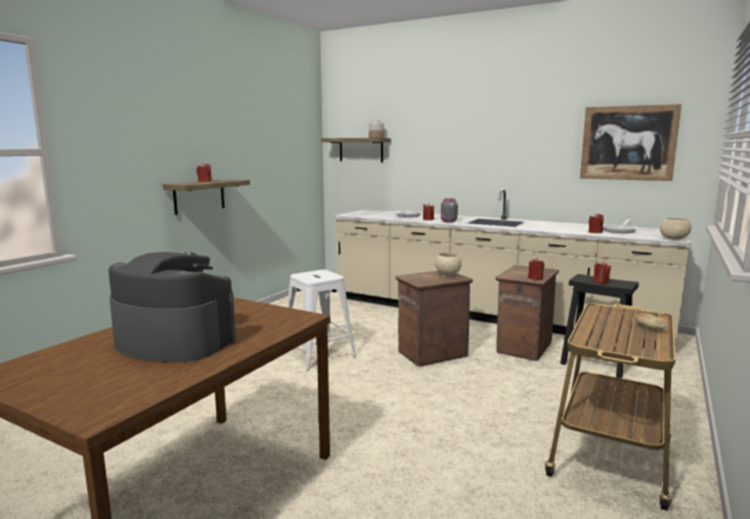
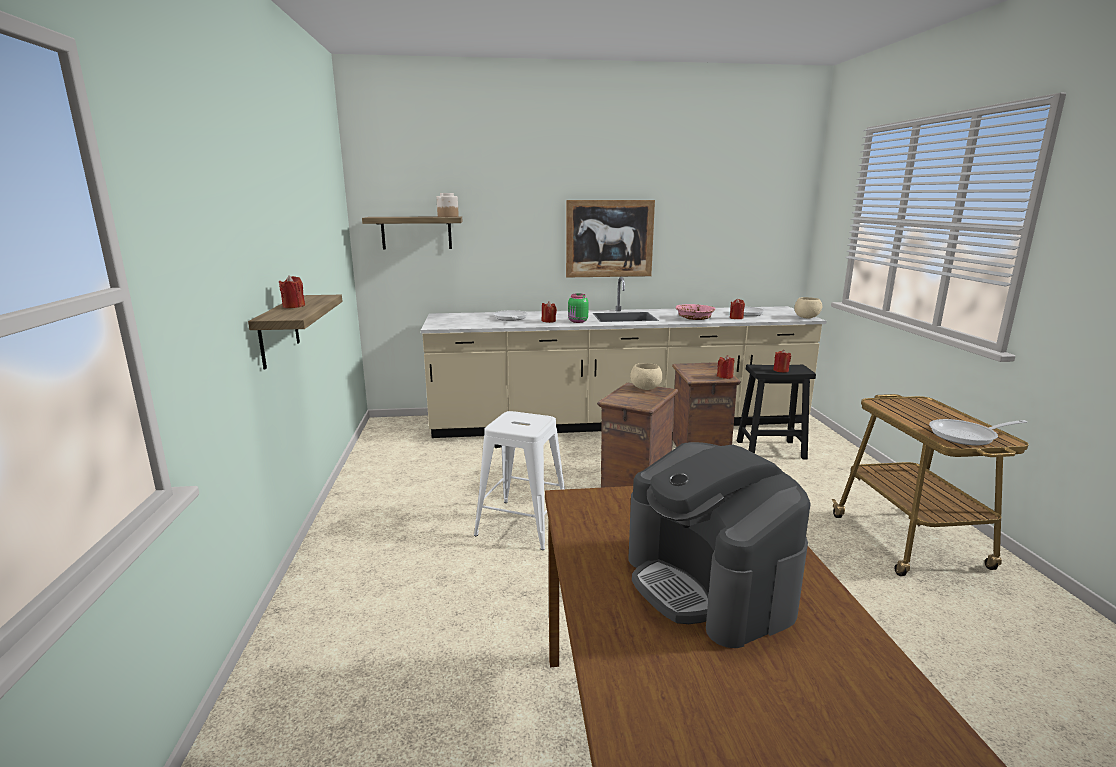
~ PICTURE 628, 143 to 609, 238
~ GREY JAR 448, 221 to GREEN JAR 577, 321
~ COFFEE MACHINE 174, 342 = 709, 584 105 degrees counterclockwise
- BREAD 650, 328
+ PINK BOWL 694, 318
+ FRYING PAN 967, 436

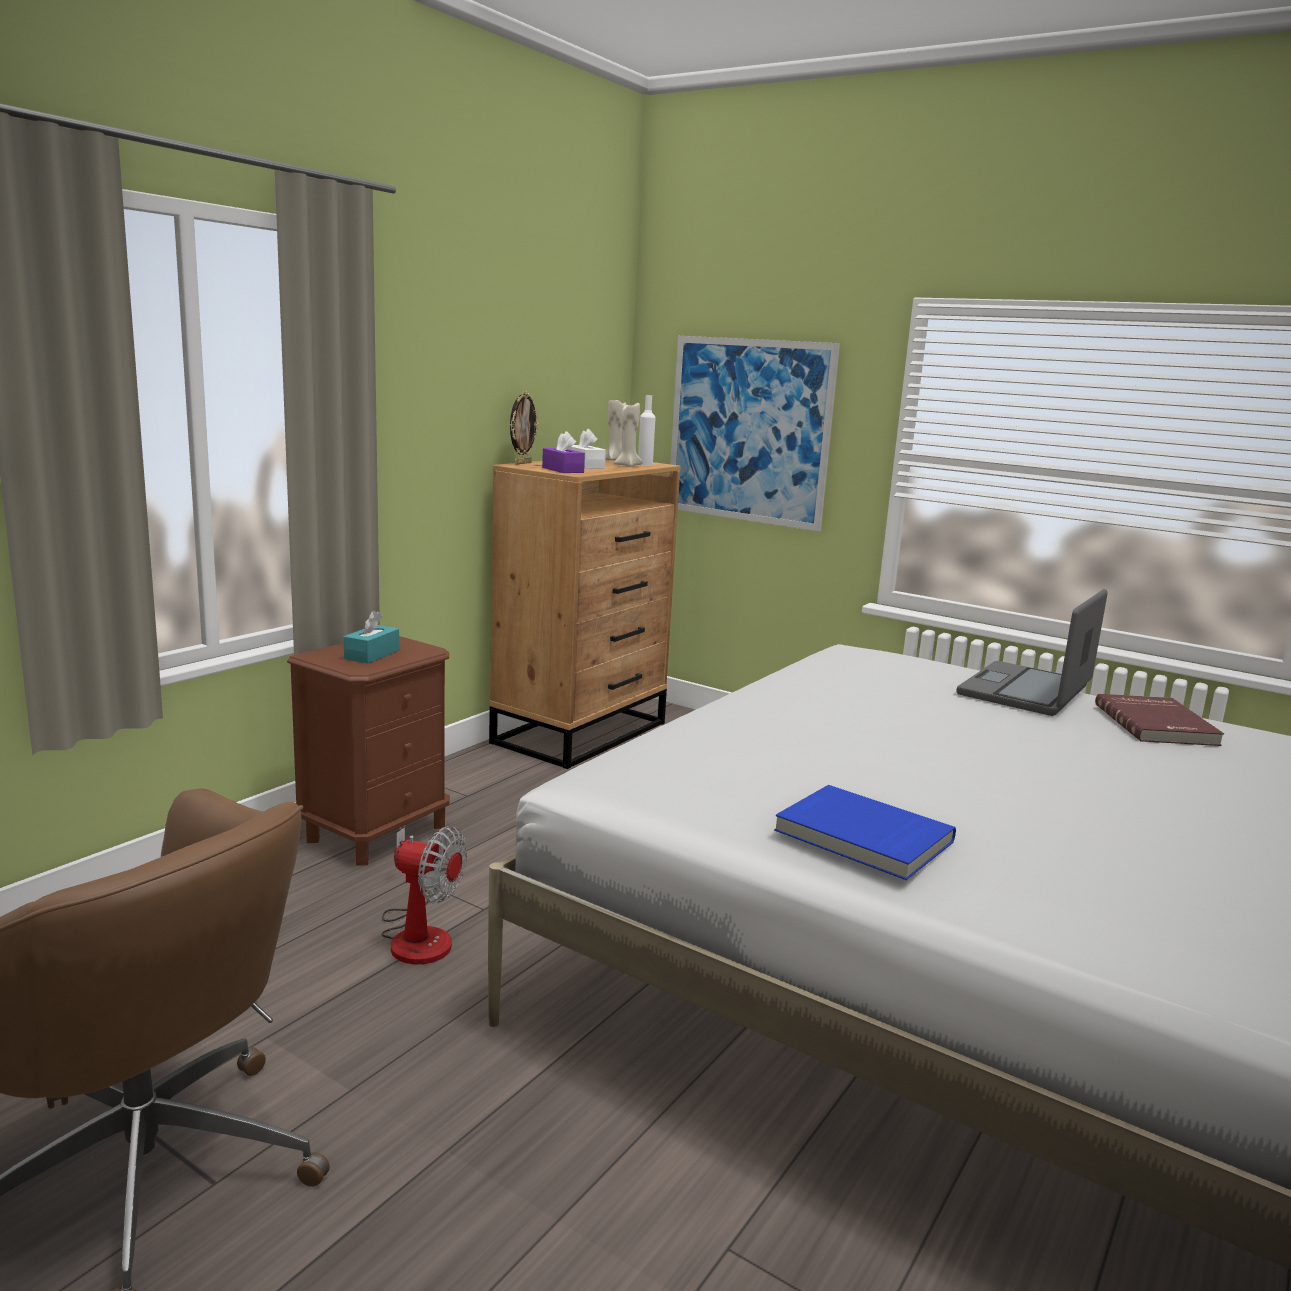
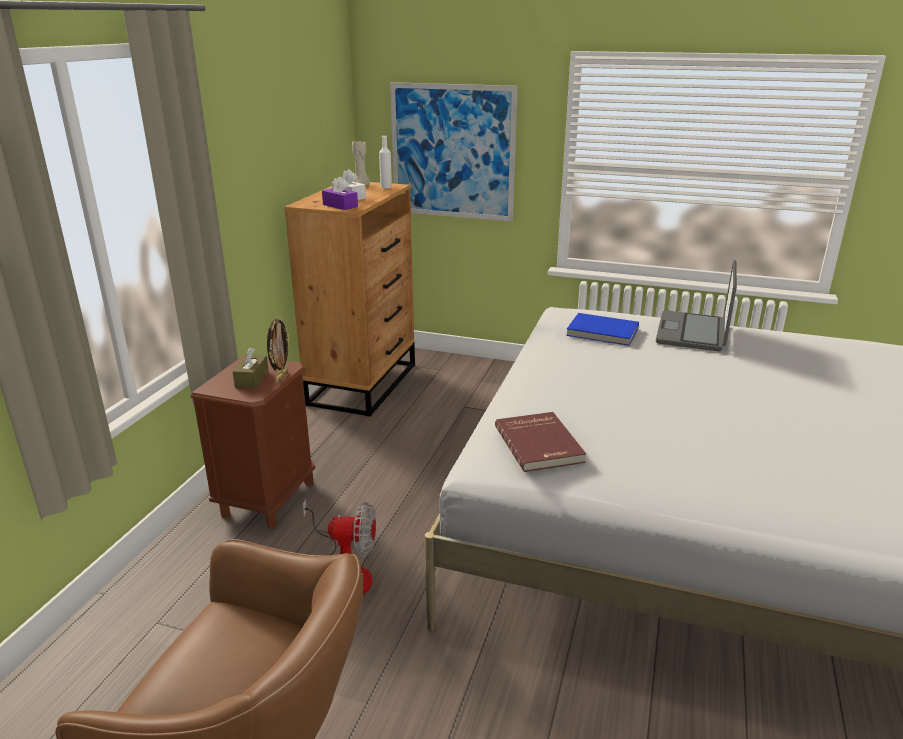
~ PICTURE FRAME 522, 463 to 281, 377
- BEIGE CANDLE 627, 466
~ TURQUOISE TISSUE BOX 372, 654 to BROWN TISSUE BOX 252, 379
~ RED BOOK 1157, 724 to 540, 444
~ BLUE BOOK 862, 837 to 602, 332

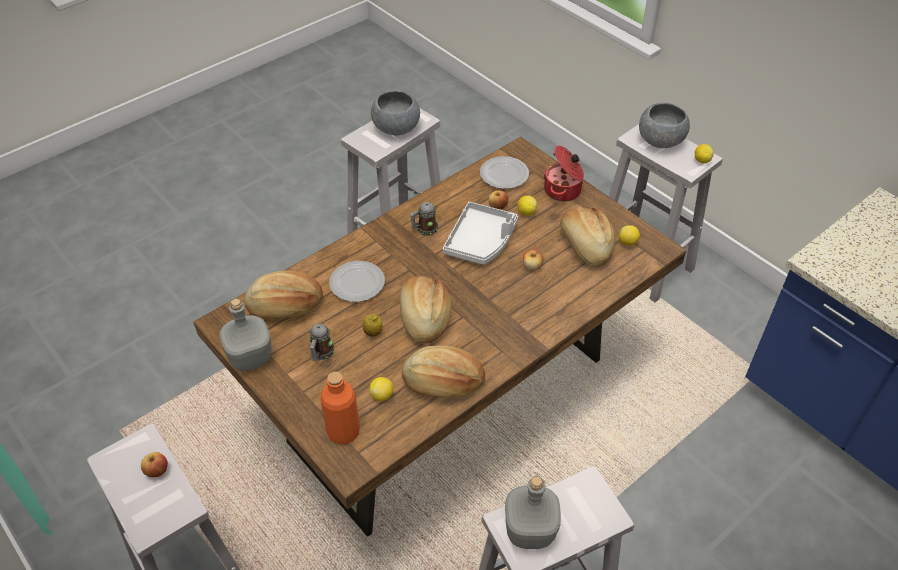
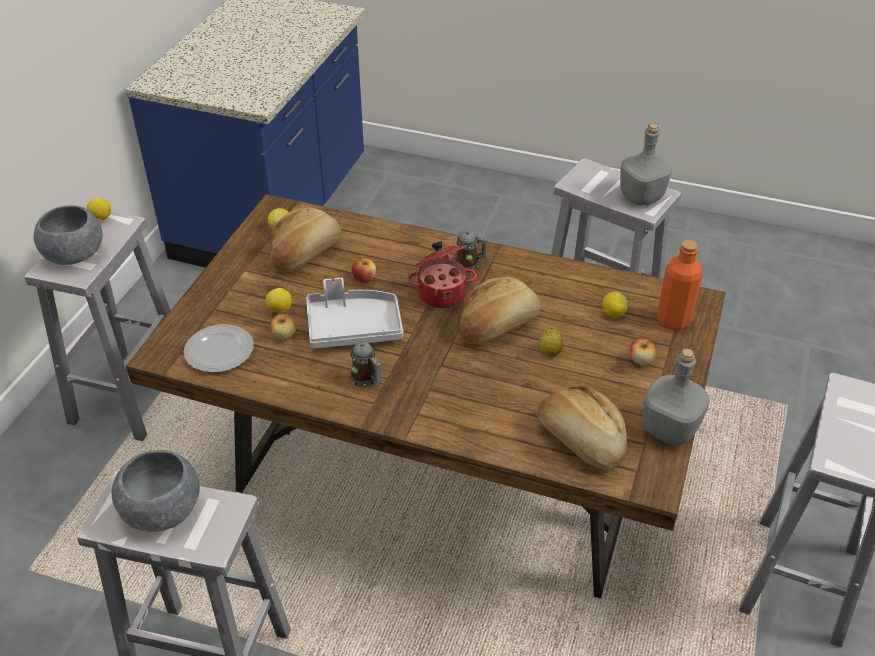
~ COOKING POT 563, 190 to 442, 293
- PLATE 358, 283
~ MUG 321, 353 to 470, 265
- BREAD 443, 383
~ APPLE 157, 471 to 641, 360

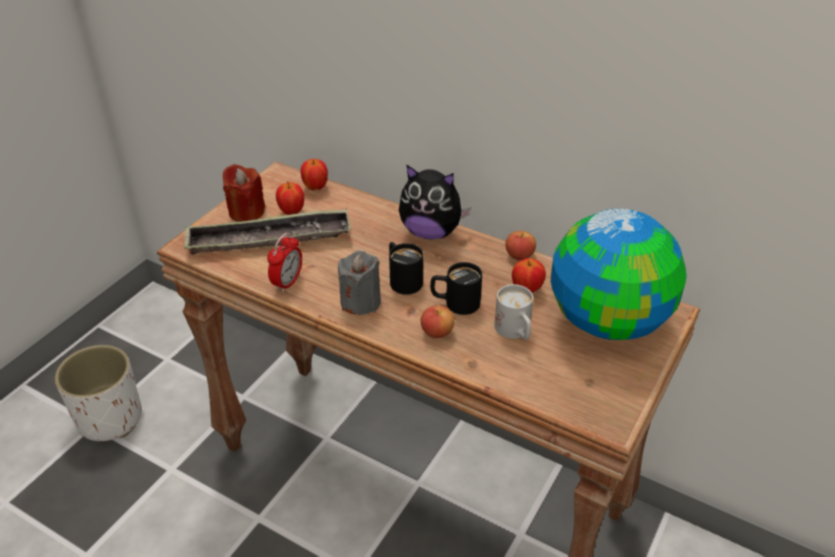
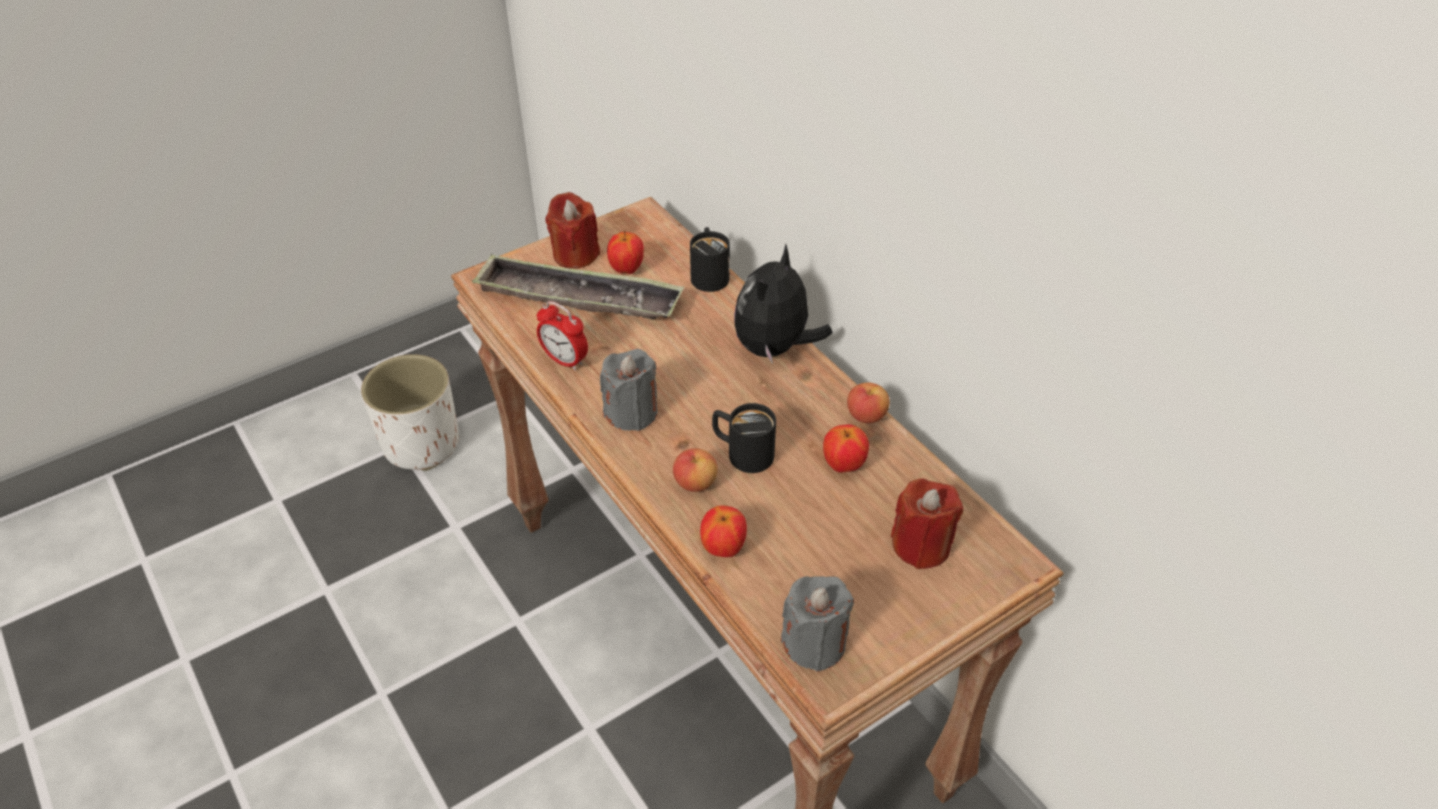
~ APPLE 315, 187 to 723, 548
~ PLUSH TOY 431, 232 = 775, 348 75 degrees clockwise
~ GLOBE 608, 321 to RED CANDLE 921, 545
~ ALARM CLOCK 287, 283 = 565, 360 75 degrees clockwise
~ BLACK MUG 402, 279 to 709, 273
- WHITE MUG 515, 332
+ GREY CANDLE 814, 643

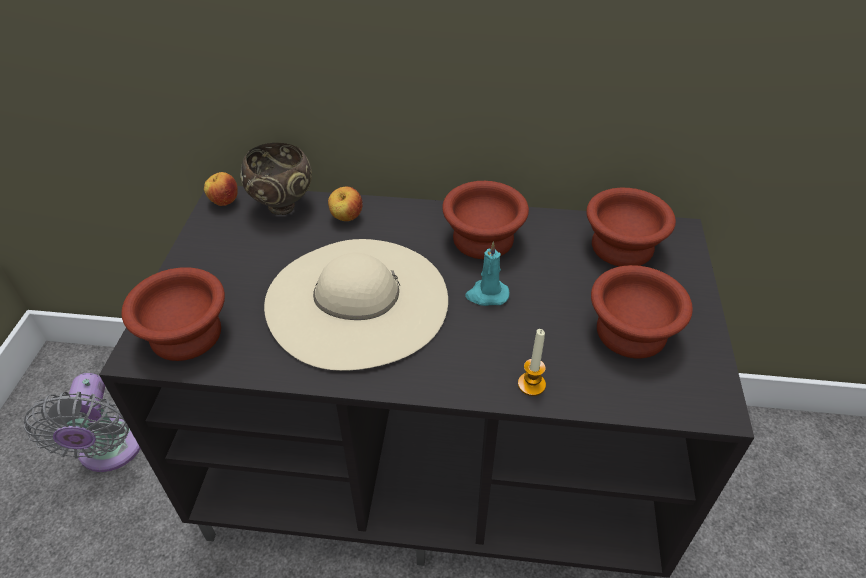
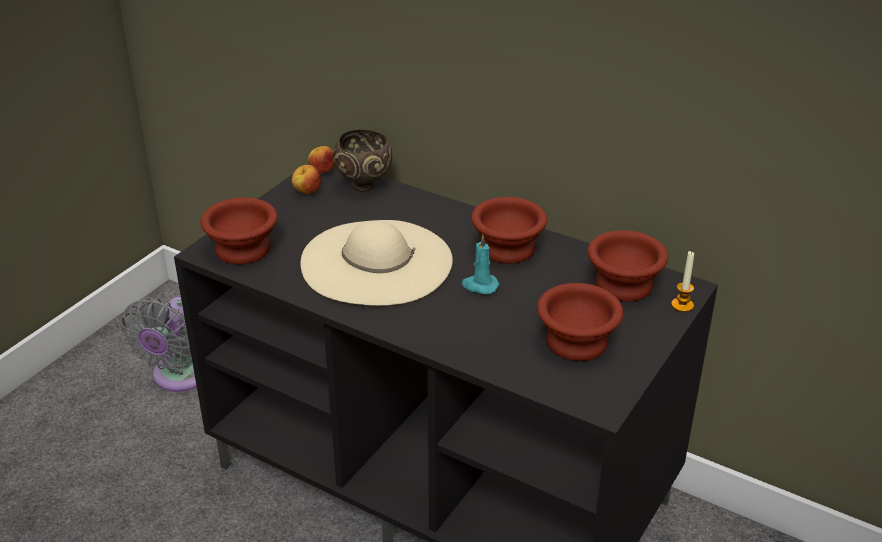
~ APPLE 346, 218 to 307, 192
~ CANDLE 531, 384 to 682, 305

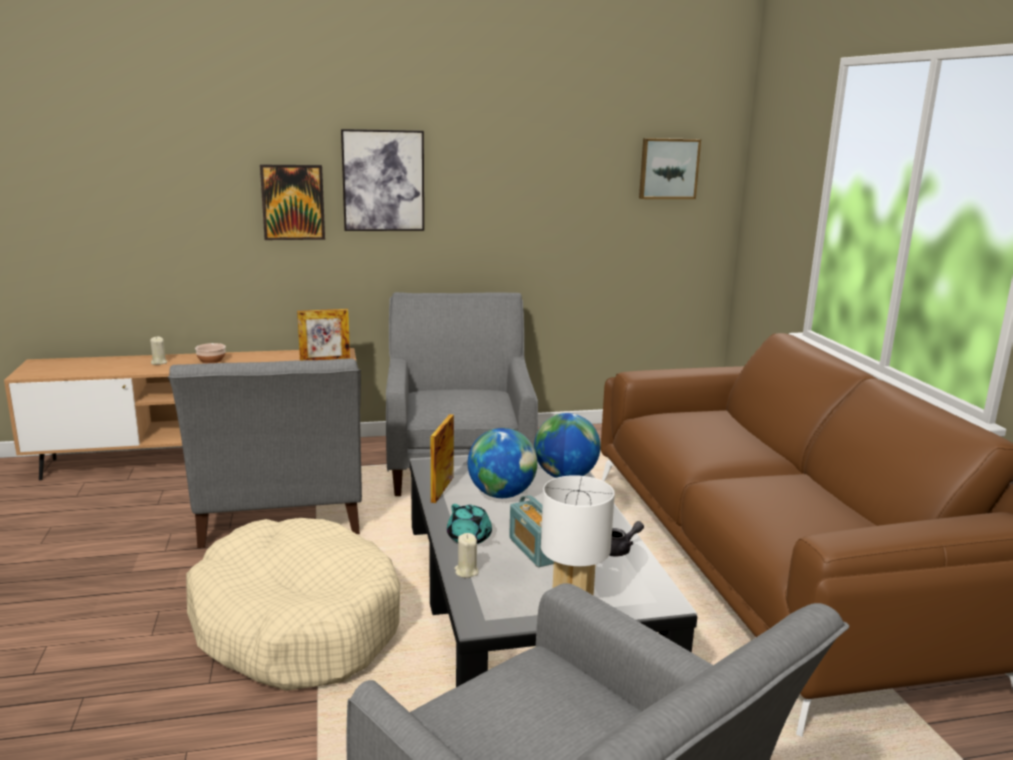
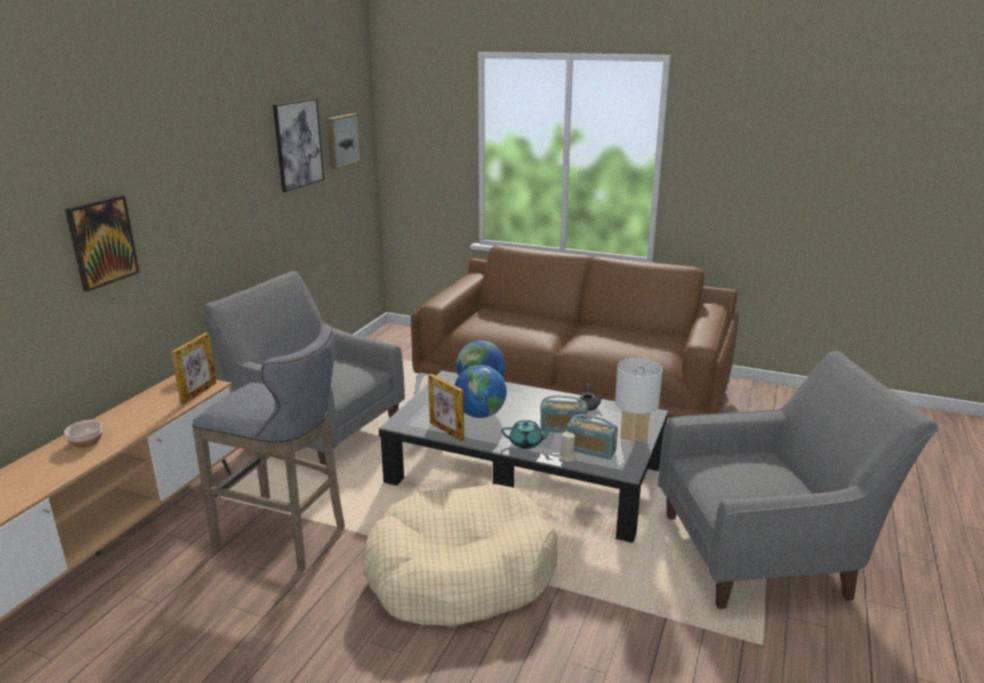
~ PICTURE 383, 180 to 298, 144
- BEIGE CANDLE 159, 362
~ GREY ARMCHAIR 282, 517 to GREY STOOL 287, 537
+ RADIO 590, 450

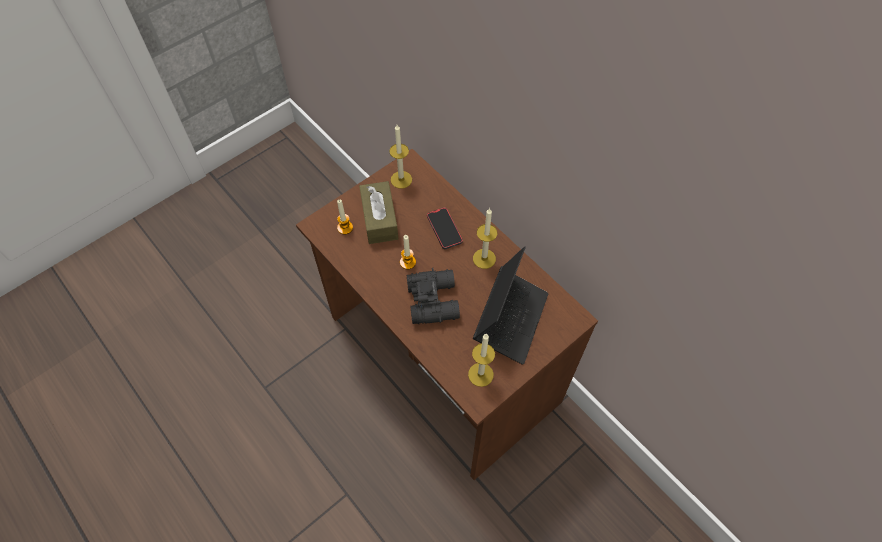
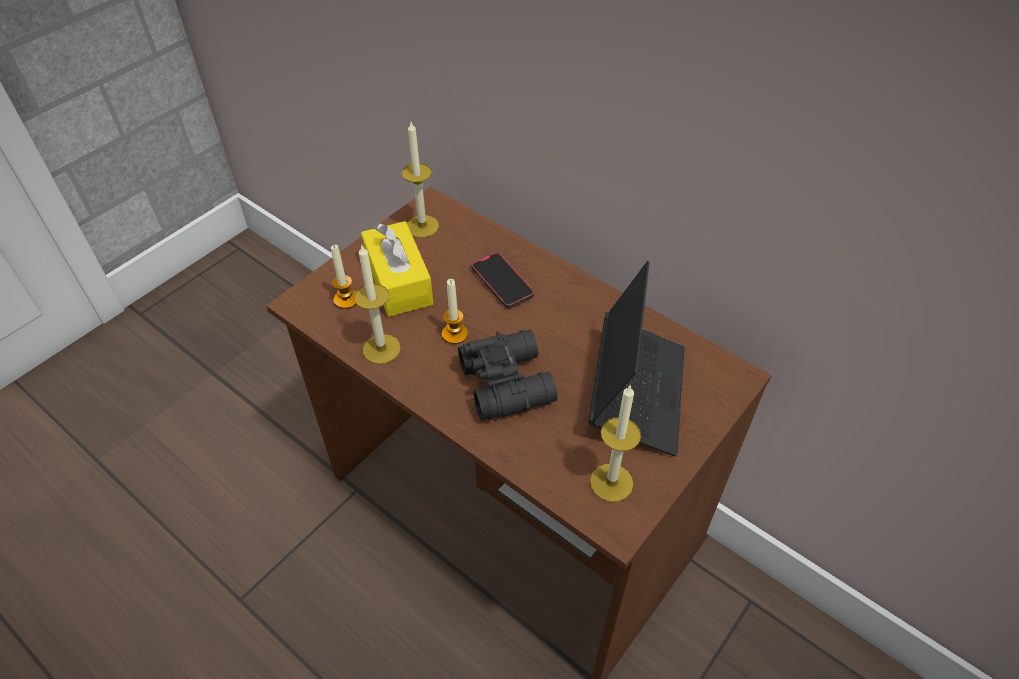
~ BROWN TISSUE BOX 379, 219 to YELLOW TISSUE BOX 399, 281
~ CANDLE 484, 258 to 381, 349

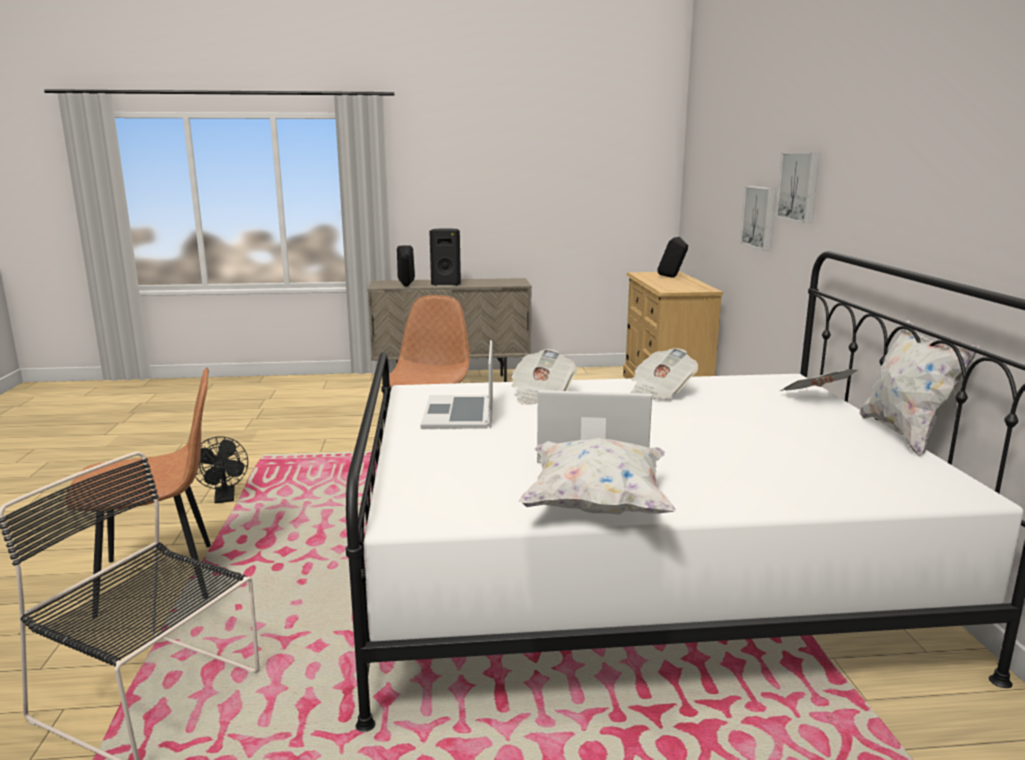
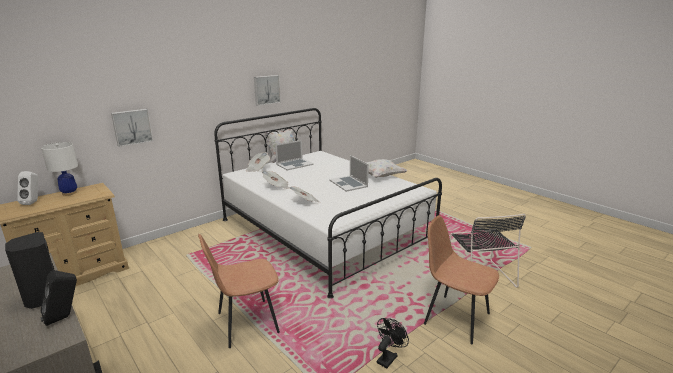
~ PICTURE 800, 186 to 266, 90
~ BLACK SPEAKER 672, 277 to WHITE SPEAKER 33, 202
~ LAPTOP 460, 412 to 294, 164
+ WHITE TABLE LAMP 69, 193

